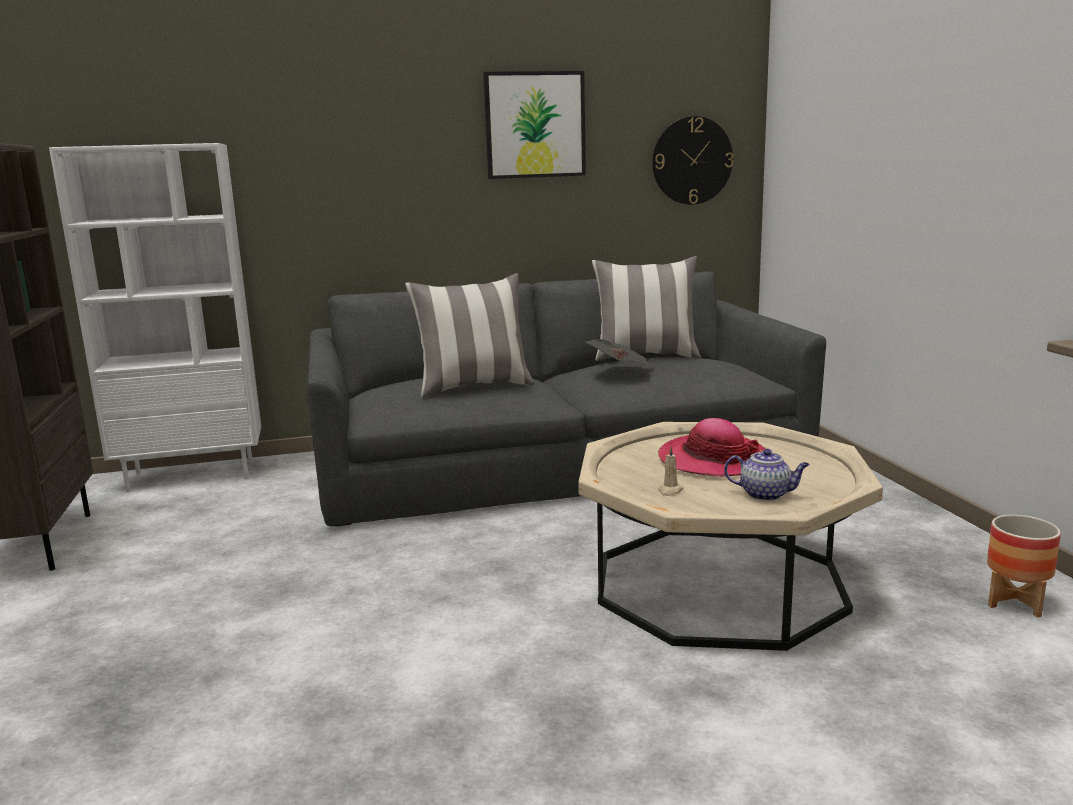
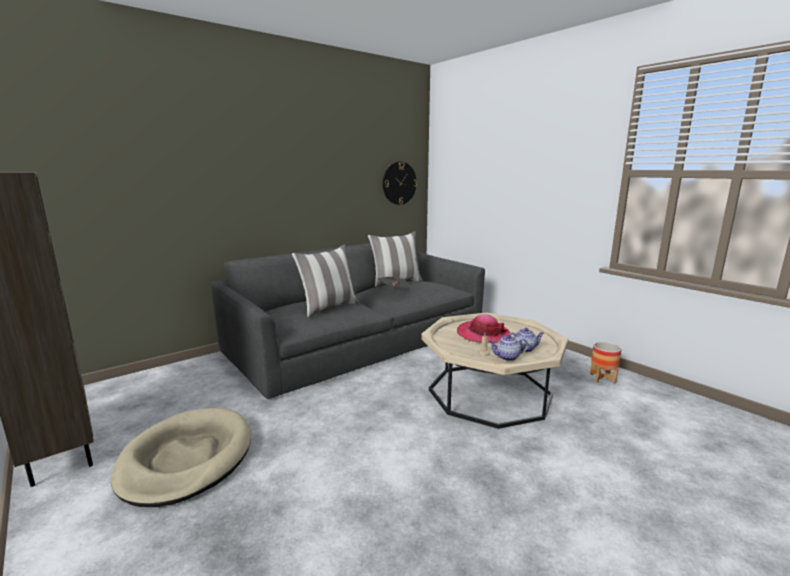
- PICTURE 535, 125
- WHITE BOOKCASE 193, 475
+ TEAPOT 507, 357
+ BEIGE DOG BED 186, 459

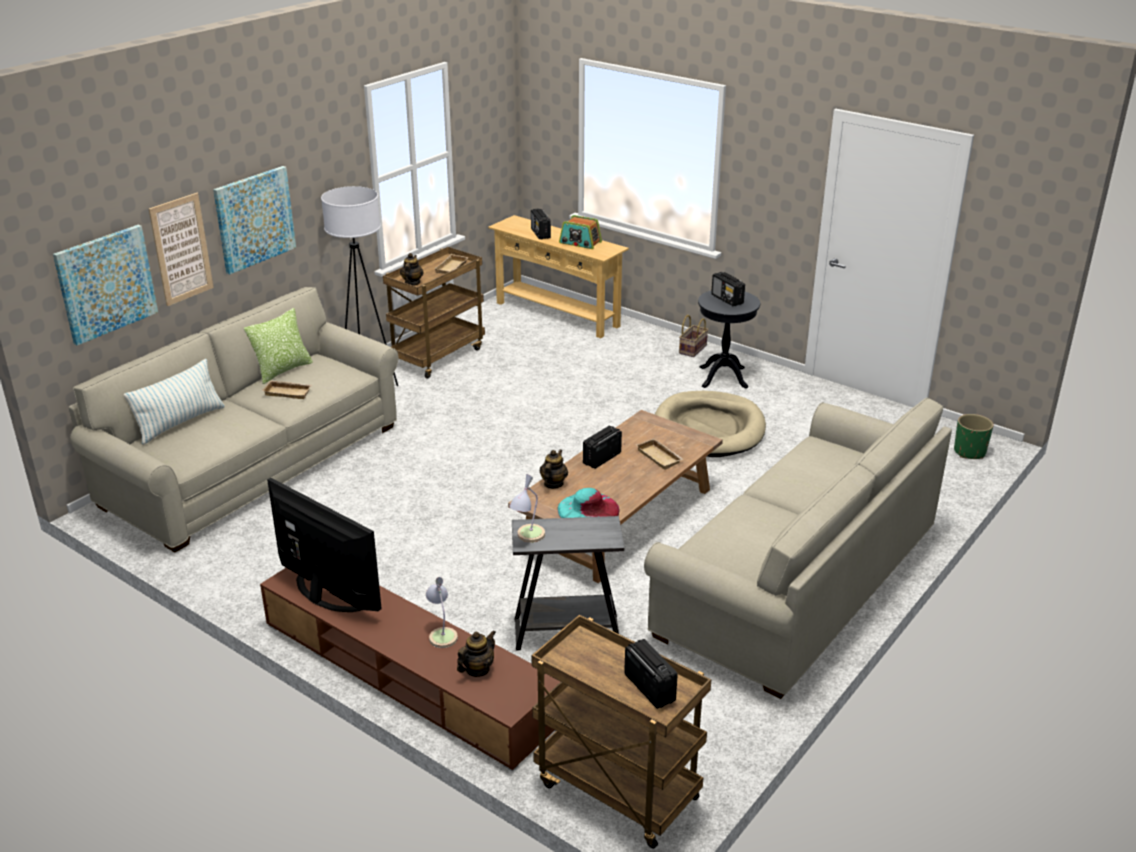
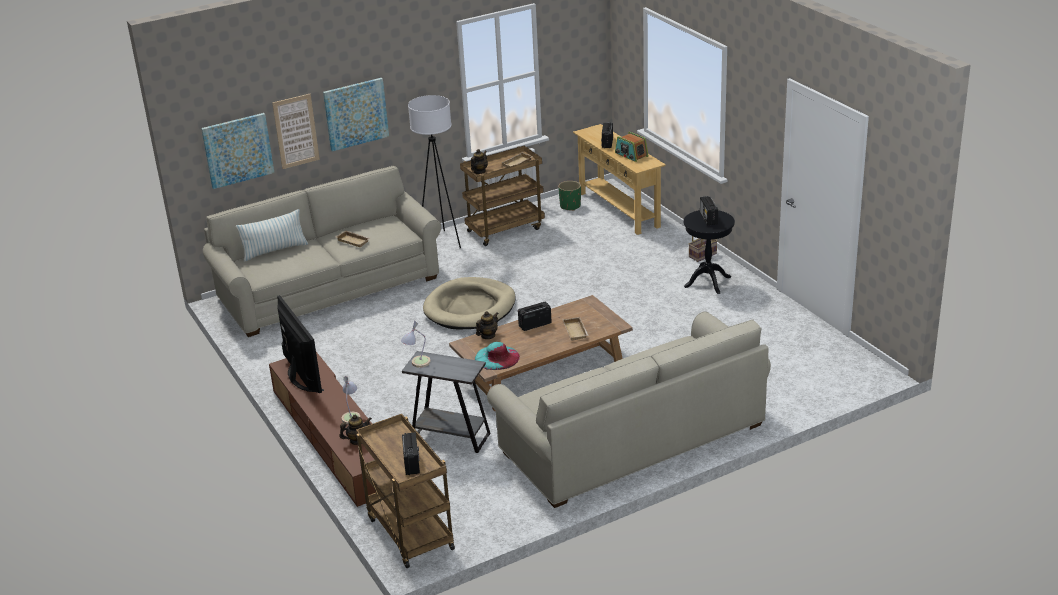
- PILLOW 282, 370
~ BEIGE DOG BED 708, 429 to 470, 308
~ GREEN PLANTER 969, 452 to 570, 206

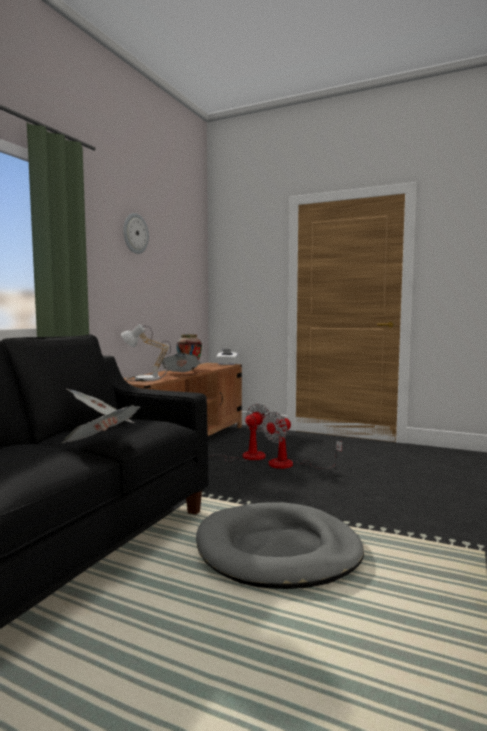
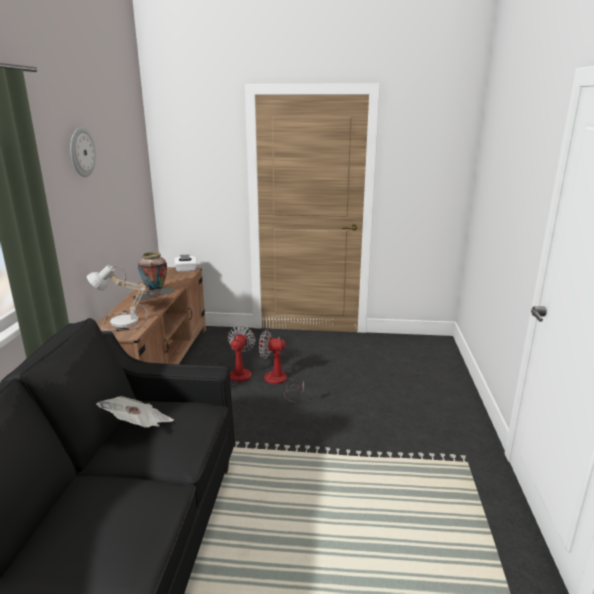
- NEWSPAPER 101, 445
~ FAN 290, 465 = 279, 382 75 degrees clockwise
- GREY DOG BED 278, 551

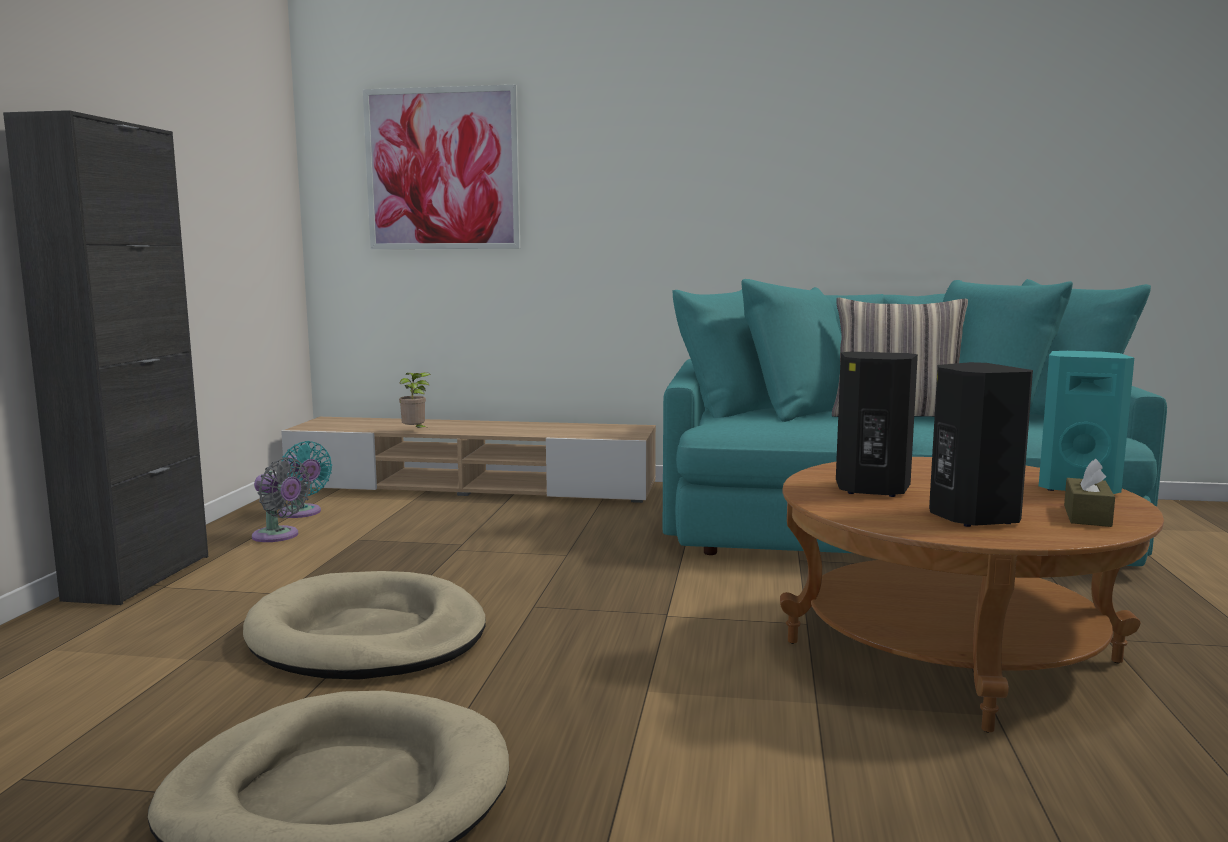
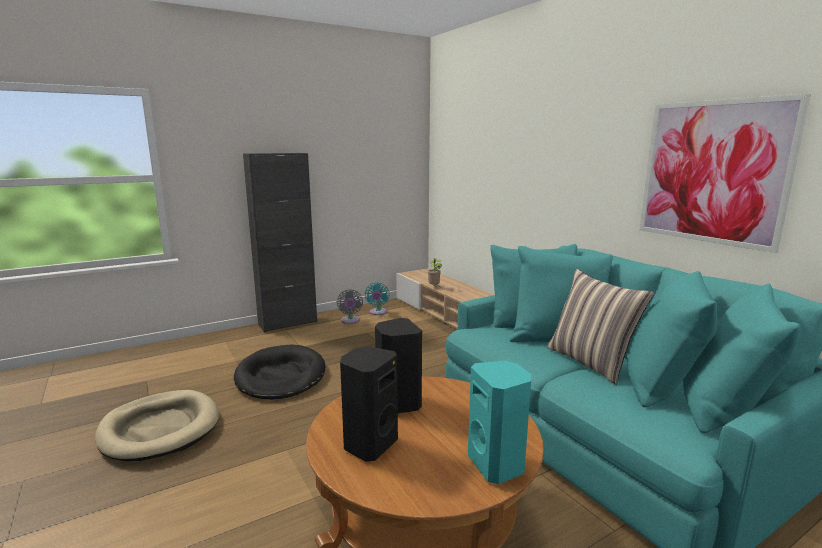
~ PICTURE 442, 169 to 712, 172
- BROWN TISSUE BOX 1087, 516
~ BEIGE DOG BED 367, 636 to BLACK DOG BED 281, 376

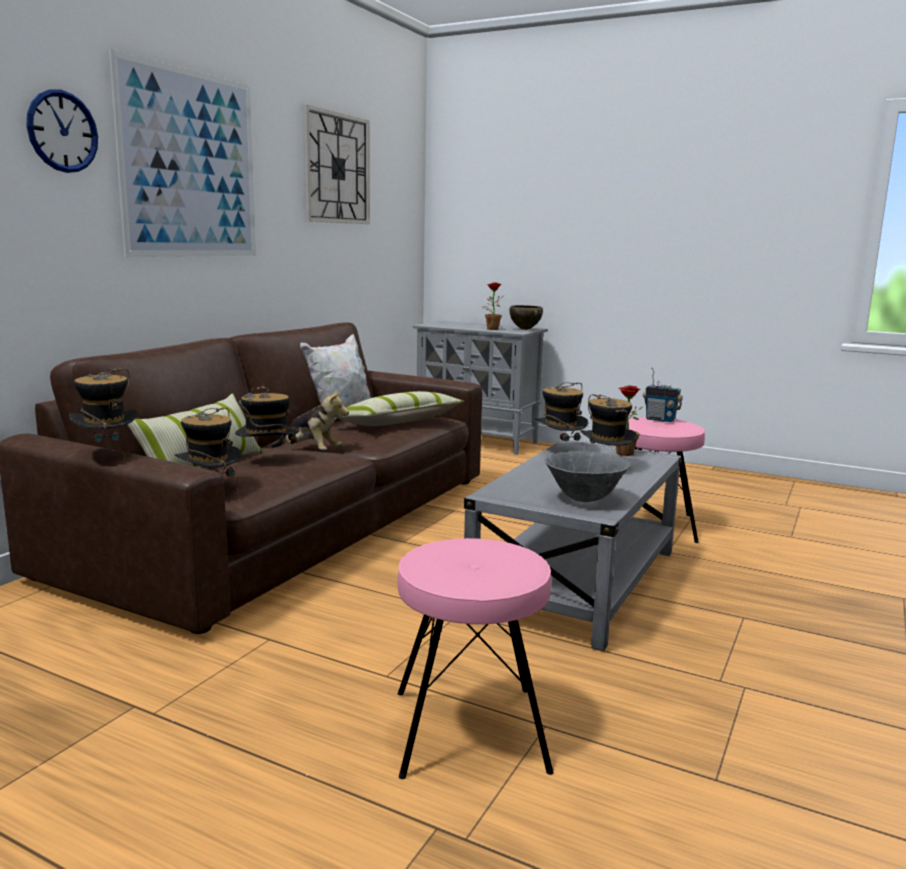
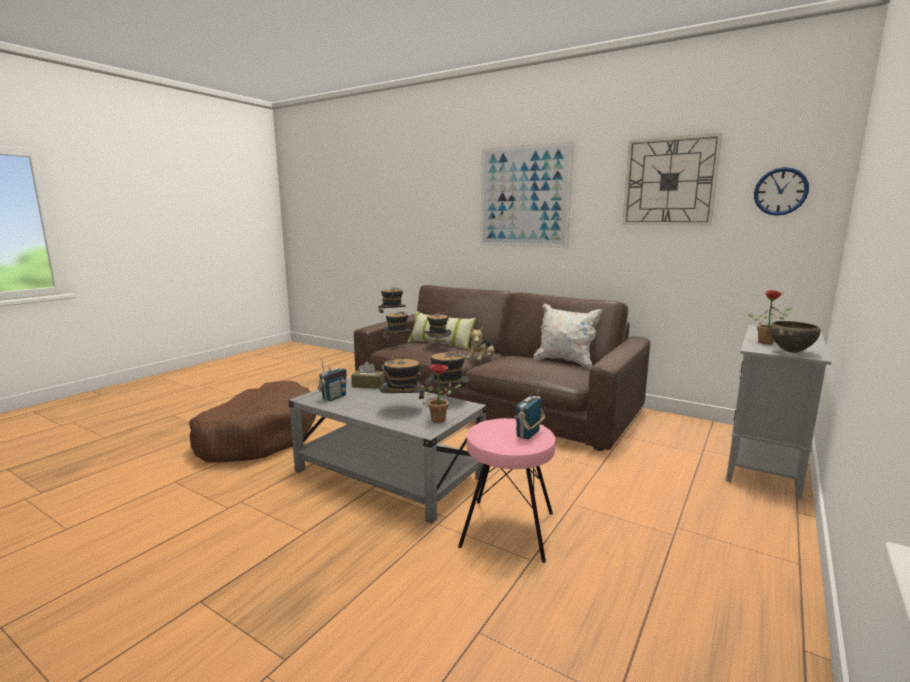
~ WALL CLOCK 62, 131 to 780, 191
- PILLOW 399, 423
~ GREY BOWL 584, 499 to RADIO 334, 397
~ PINK STOOL 470, 729 to BROWN DOG BED 258, 436
+ BROWN TISSUE BOX 368, 385

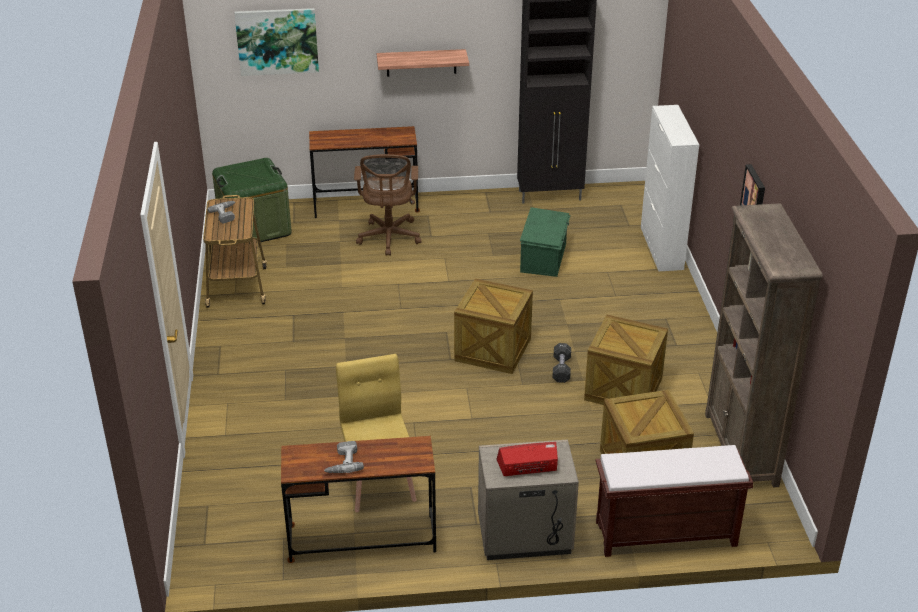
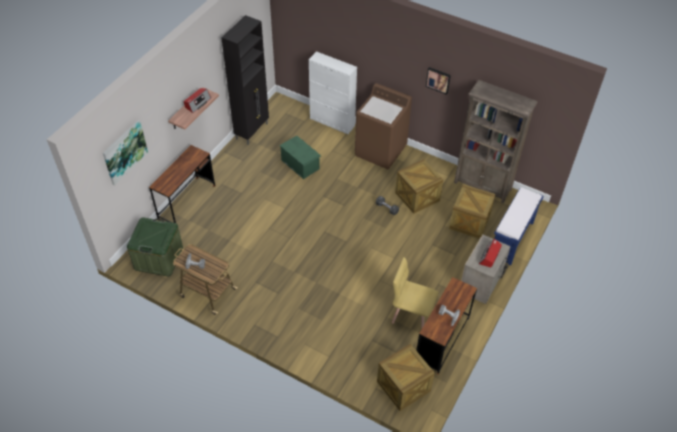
- BROWN OFFICE CHAIR 389, 239
~ CRATE 493, 350 to 403, 386
~ BROWN BENCH 664, 534 to BLUE BENCH 511, 239
+ BROWN WASHING MACHINE 380, 151
+ RADIO 197, 103

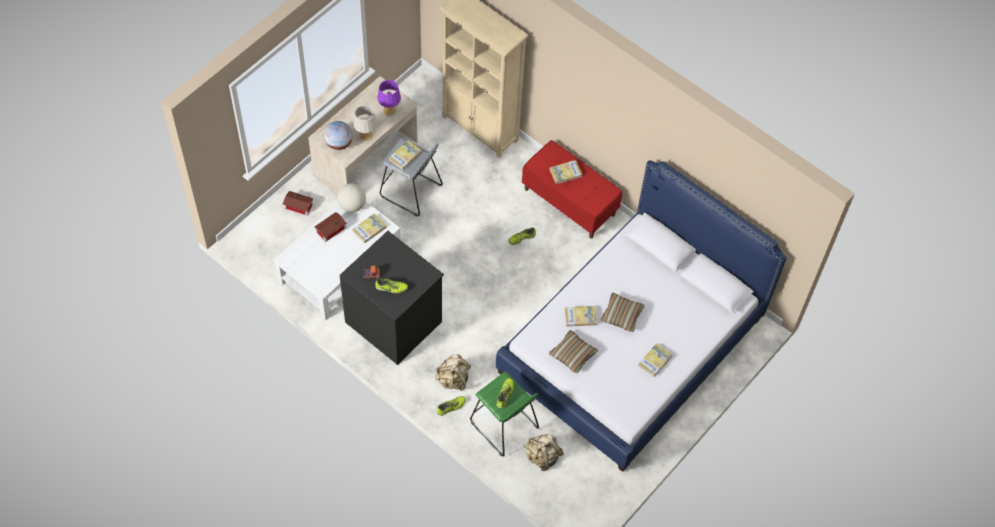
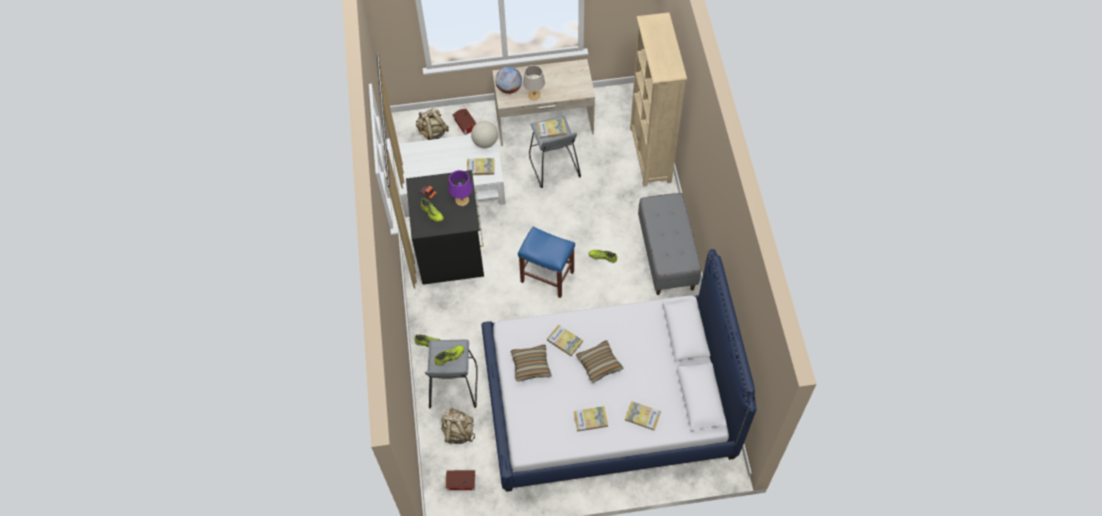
~ PURPLE TABLE LAMP 389, 110 to 462, 200
~ RED BENCH 570, 202 to GREY BENCH 667, 255
~ BOOK 565, 173 to 642, 416
~ TOY HOUSE 330, 230 to 460, 481
~ BEIGE BACKPACK 453, 379 to 432, 132
~ GREEN STOOL 503, 425 to GREY STOOL 453, 386
+ BLUE STOOL 548, 276

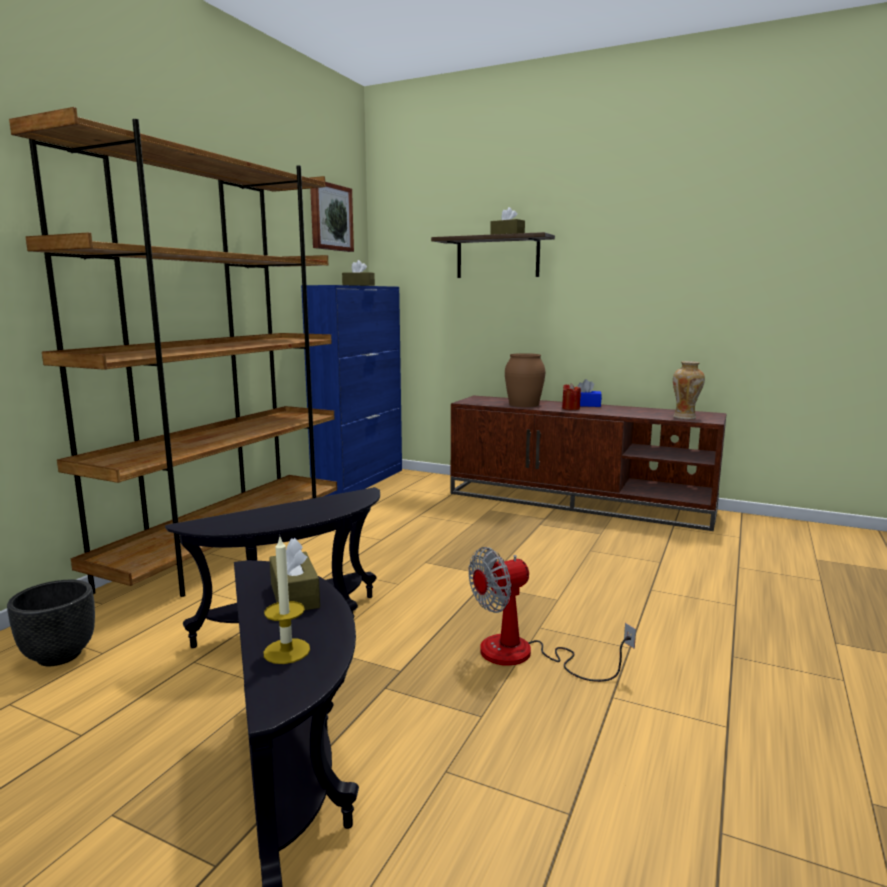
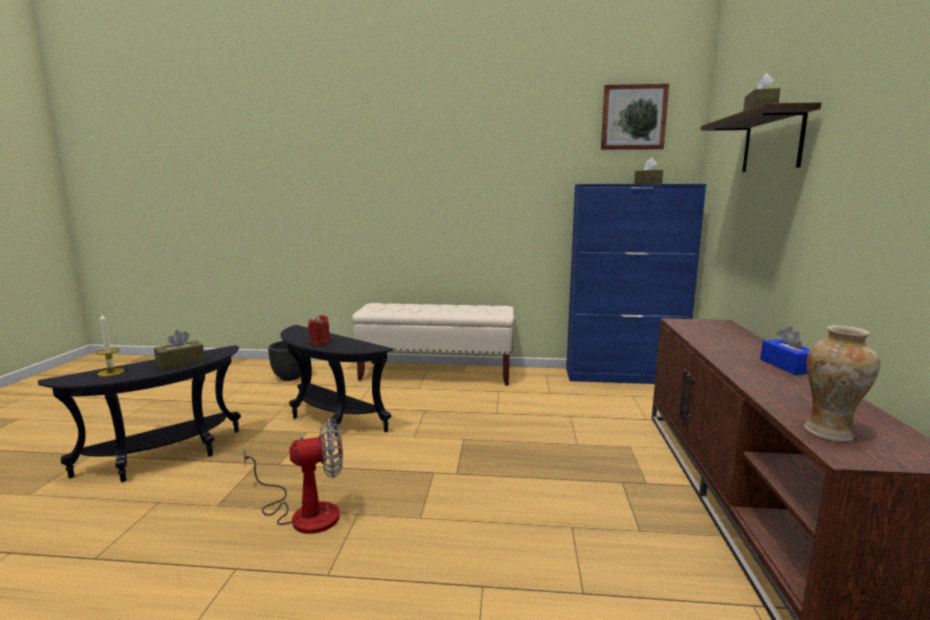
~ BROWN BOOKCASE 229, 549 to BEIGE BENCH 436, 374
- BROWN VASE 523, 404
~ RED CANDLE 570, 408 to 320, 342
~ FAN 524, 656 = 304, 512 120 degrees clockwise

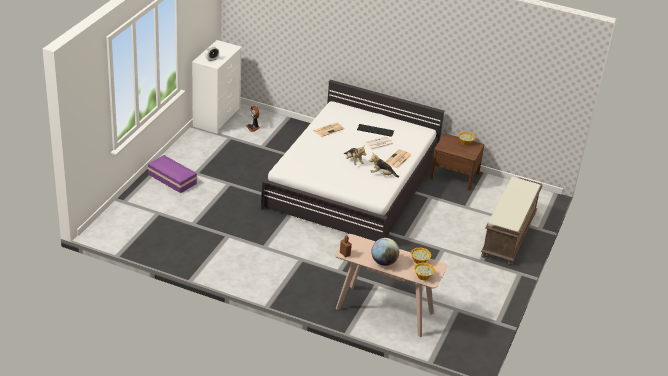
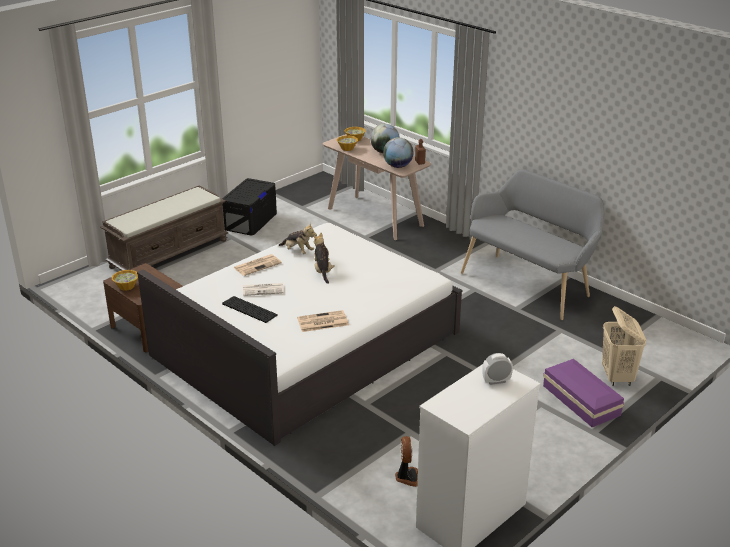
+ GLOBE 397, 166
+ GREY BENCH 529, 283
+ BLACK STORAGE BOX 250, 221
+ BEIGE LAUNDRY BASKET 617, 377

